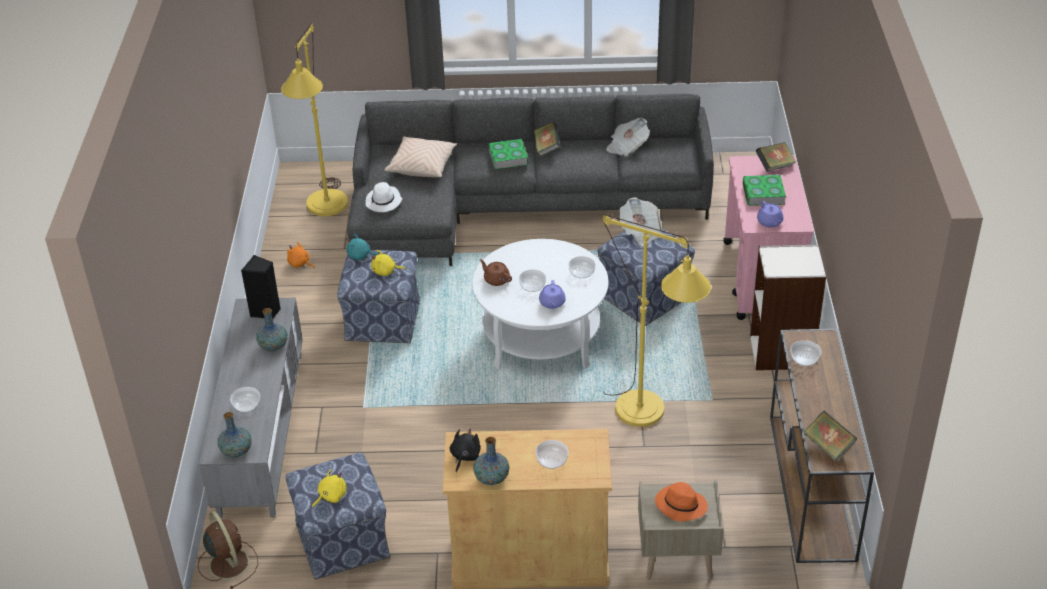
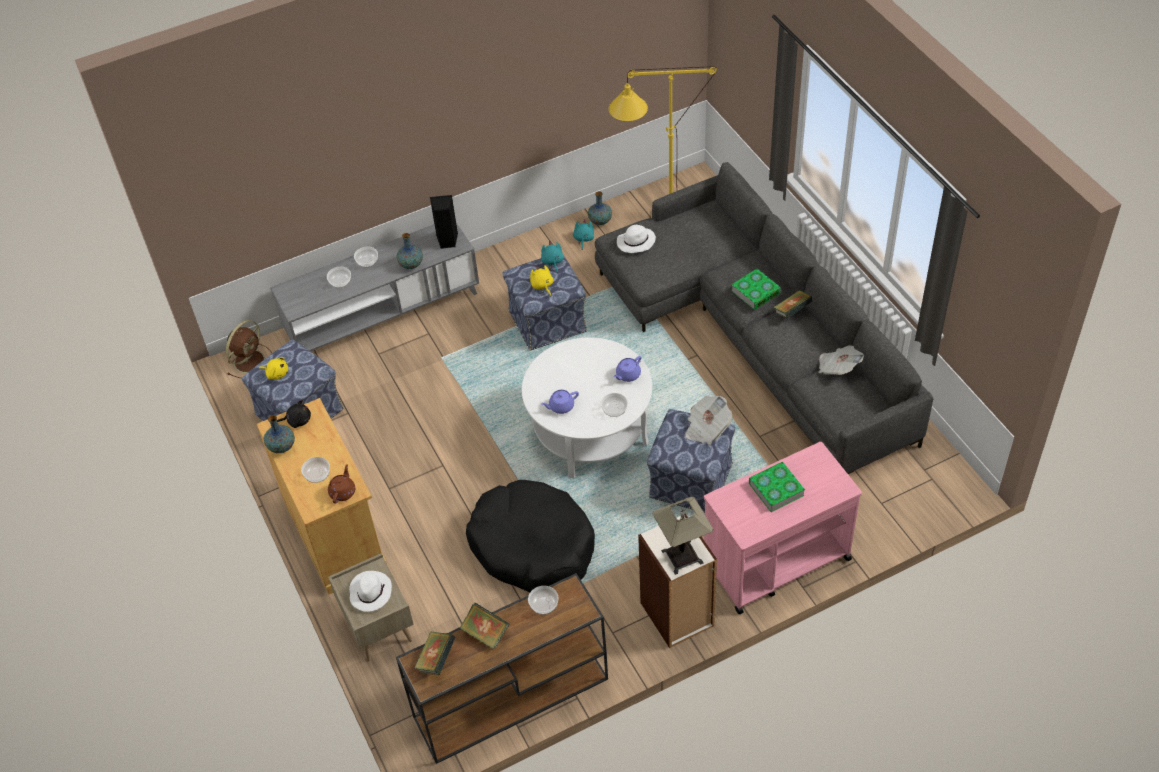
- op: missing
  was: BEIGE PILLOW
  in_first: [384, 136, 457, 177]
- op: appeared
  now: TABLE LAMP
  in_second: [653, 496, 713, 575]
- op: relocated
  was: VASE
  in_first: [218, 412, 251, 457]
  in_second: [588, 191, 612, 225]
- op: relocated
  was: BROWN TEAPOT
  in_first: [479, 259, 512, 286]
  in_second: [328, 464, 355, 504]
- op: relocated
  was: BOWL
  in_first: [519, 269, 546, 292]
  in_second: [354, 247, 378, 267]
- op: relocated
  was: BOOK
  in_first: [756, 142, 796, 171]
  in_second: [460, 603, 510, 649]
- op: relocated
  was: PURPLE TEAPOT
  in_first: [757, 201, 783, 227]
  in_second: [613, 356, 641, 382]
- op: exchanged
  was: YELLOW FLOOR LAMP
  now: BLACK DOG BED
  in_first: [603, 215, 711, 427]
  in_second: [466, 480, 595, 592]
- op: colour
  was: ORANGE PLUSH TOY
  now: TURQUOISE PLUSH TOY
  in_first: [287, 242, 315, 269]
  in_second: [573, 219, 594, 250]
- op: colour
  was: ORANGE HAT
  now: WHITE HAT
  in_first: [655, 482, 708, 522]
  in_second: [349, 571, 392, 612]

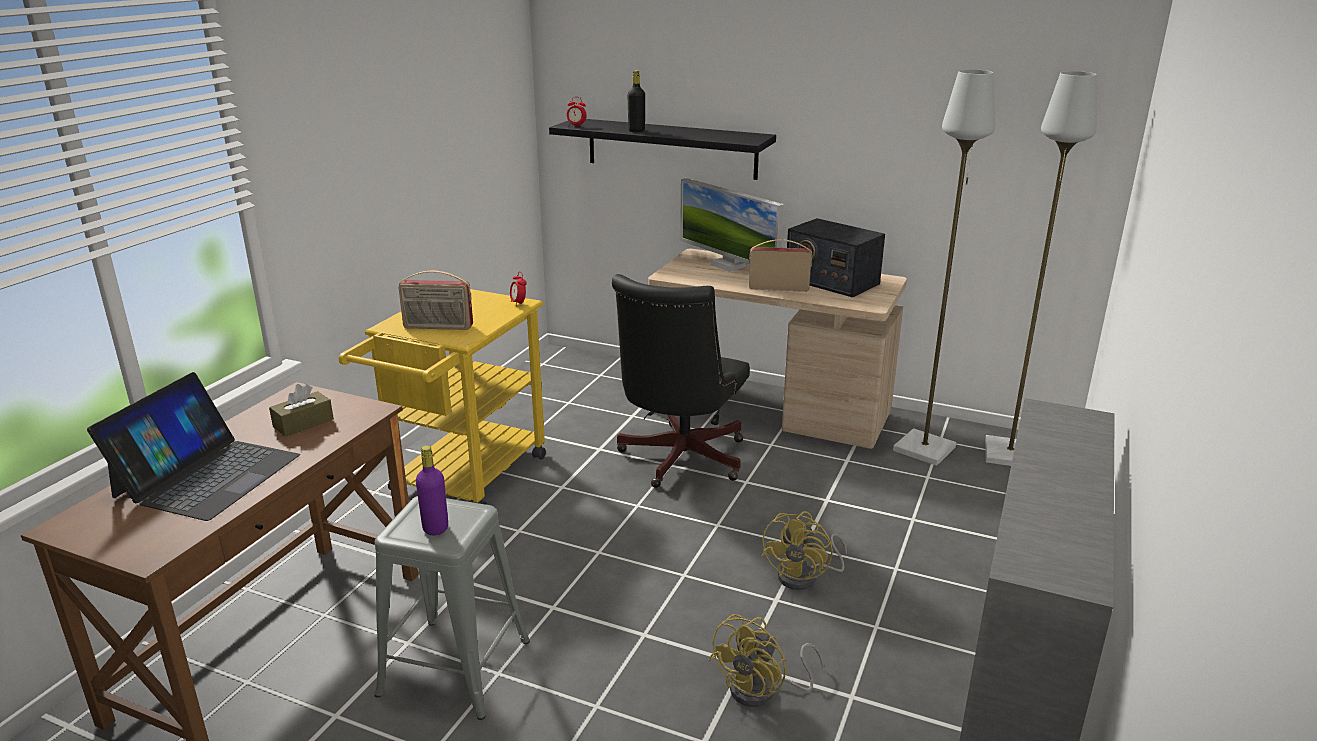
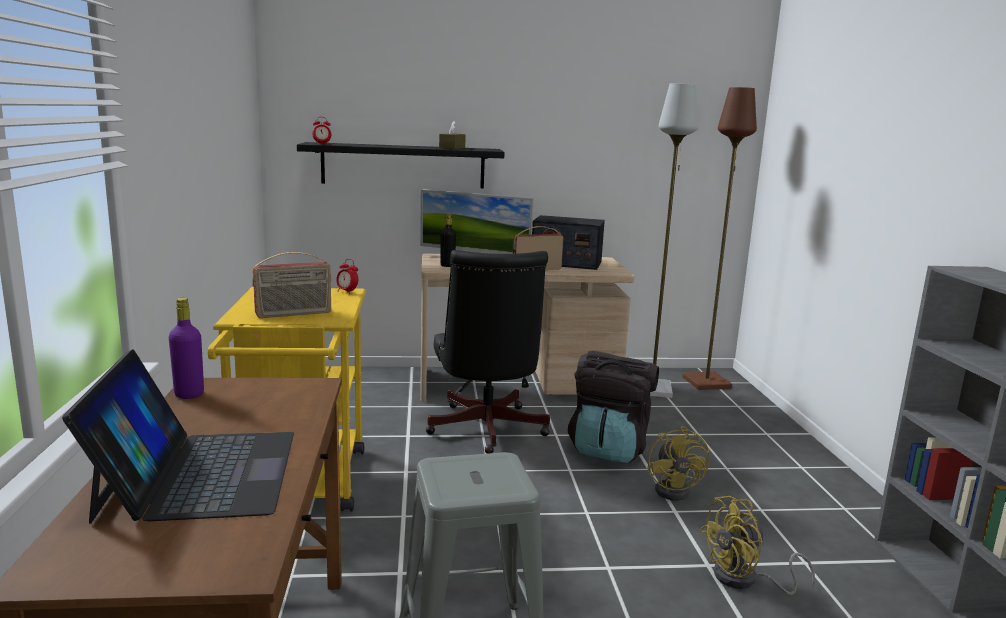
- op: appeared
  now: BLACK BACKPACK
  in_second: [568, 351, 659, 464]
- op: relocated
  was: BROWN TISSUE BOX
  in_first: [269, 384, 334, 436]
  in_second: [439, 121, 466, 149]
- op: relocated
  was: PURPLE BOTTLE
  in_first: [416, 445, 448, 535]
  in_second: [169, 298, 204, 399]
- op: relocated
  was: BLACK BOTTLE
  in_first: [627, 70, 645, 132]
  in_second: [441, 213, 456, 267]
- op: colour
  was: GREY FLOOR LAMP
  now: BROWN FLOOR LAMP
  in_first: [985, 71, 1097, 466]
  in_second: [682, 87, 757, 390]
- op: spun
  was: YELLOW FAN
  in_first: [709, 614, 824, 707]
  in_second: [699, 496, 815, 595]
  clockwise: 60

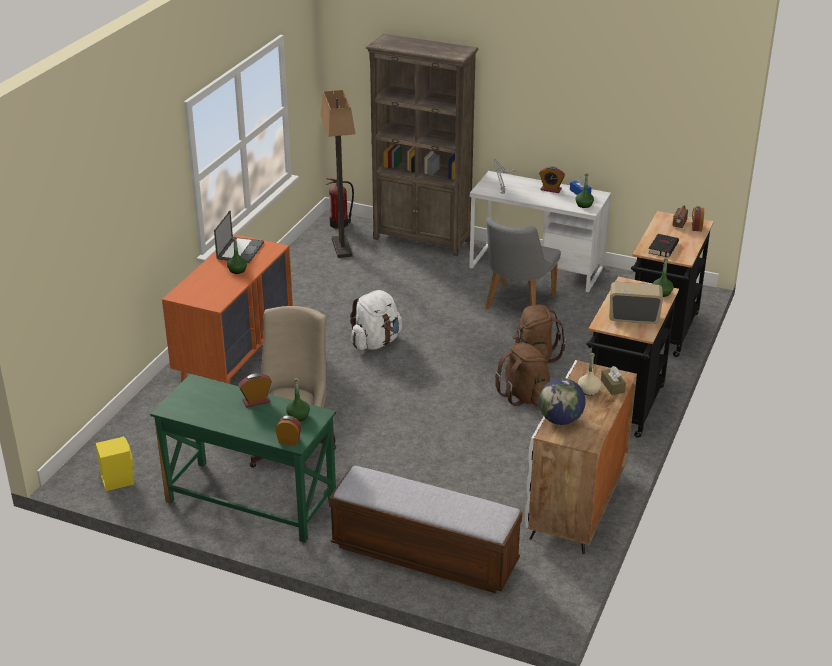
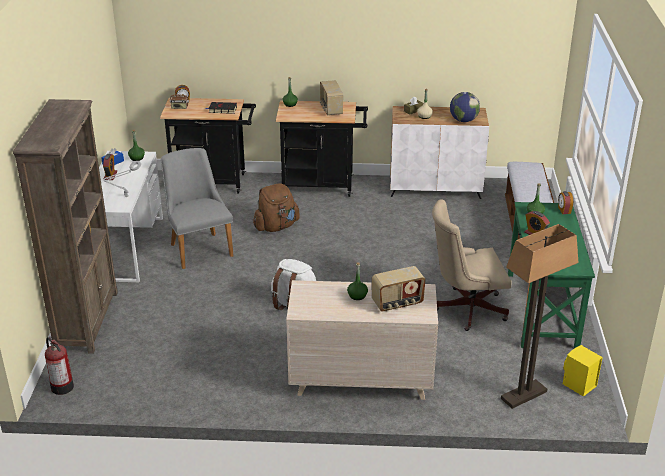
- op: missing
  was: LAPTOP
  in_first: [214, 210, 264, 263]
- op: missing
  was: BROWN BACKPACK
  in_first: [495, 343, 550, 407]
- op: appeared
  now: RADIO
  in_second: [372, 266, 426, 311]
- op: relocated
  was: FLOOR LAMP
  in_first: [320, 90, 355, 258]
  in_second: [501, 224, 579, 409]
- op: colour
  was: ORANGE DRESSER
  now: BEIGE DRESSER
  in_first: [162, 234, 293, 384]
  in_second: [286, 280, 438, 400]
- op: spun
  was: GREY CHAIR
  in_first: [486, 218, 561, 309]
  in_second: [161, 148, 233, 269]
  clockwise: -120

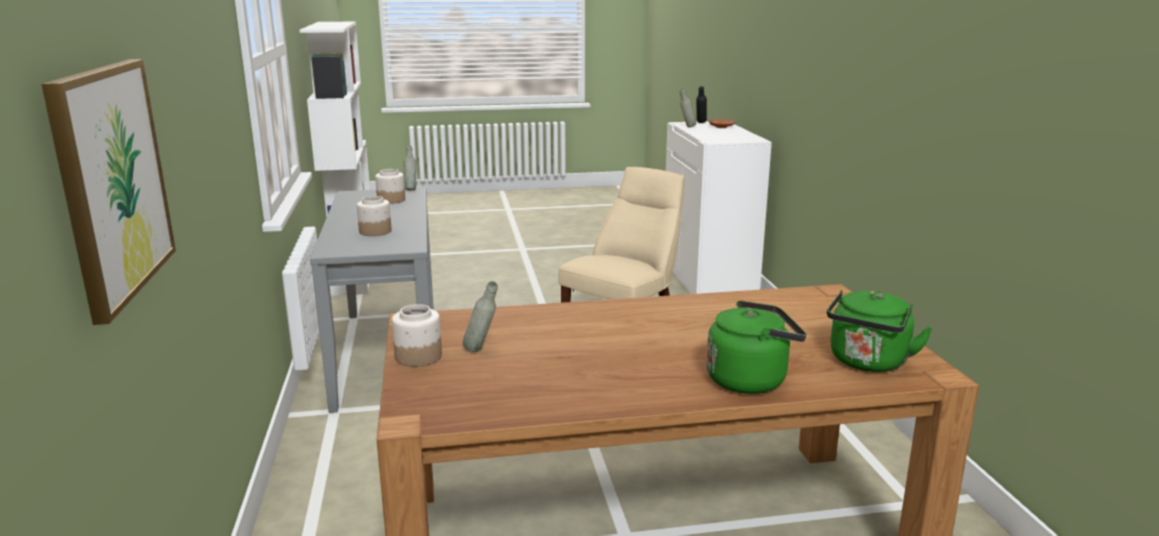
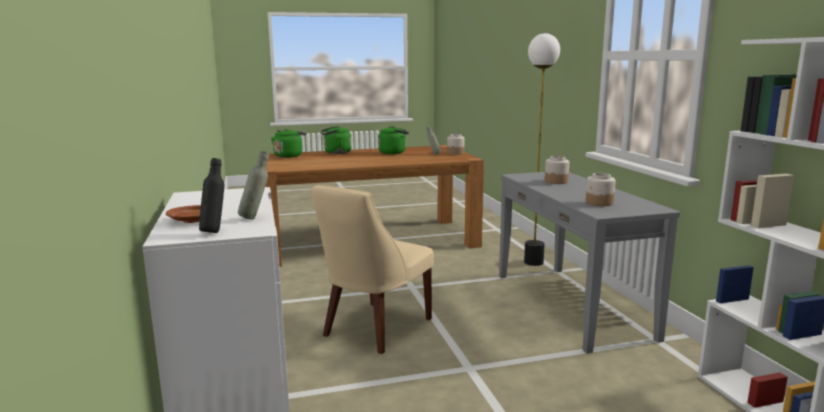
- op: missing
  was: PICTURE
  in_first: [41, 59, 176, 325]
- op: missing
  was: GREY BOTTLE
  in_first: [403, 146, 416, 191]
- op: appeared
  now: GREEN KETTLE
  in_second: [378, 126, 409, 154]
- op: appeared
  now: FLOOR LAMP
  in_second: [524, 33, 560, 266]

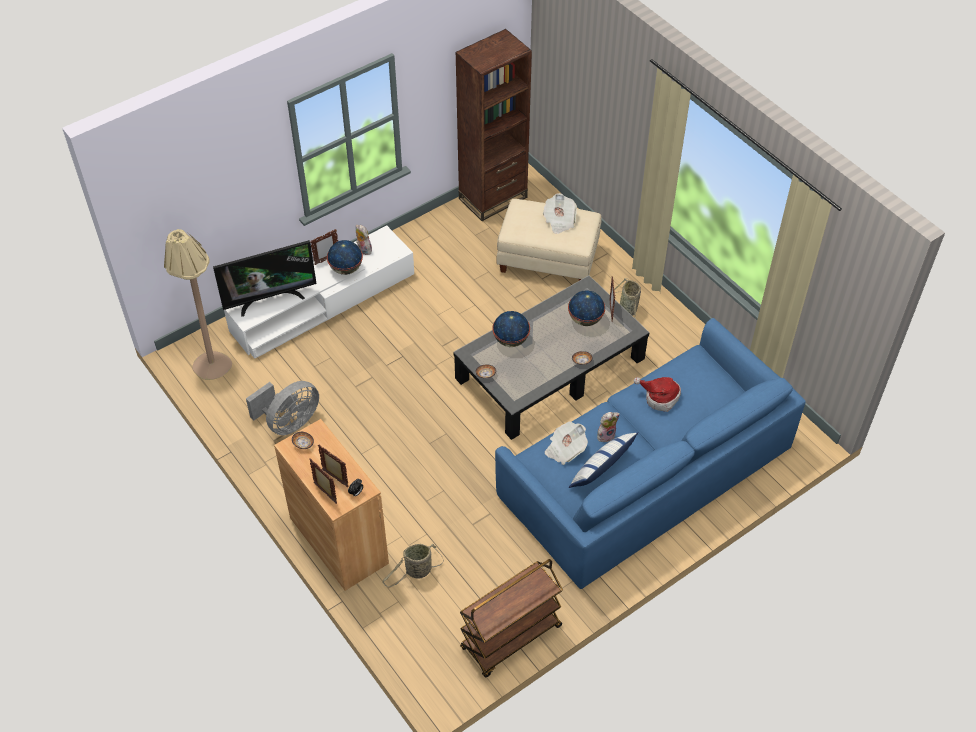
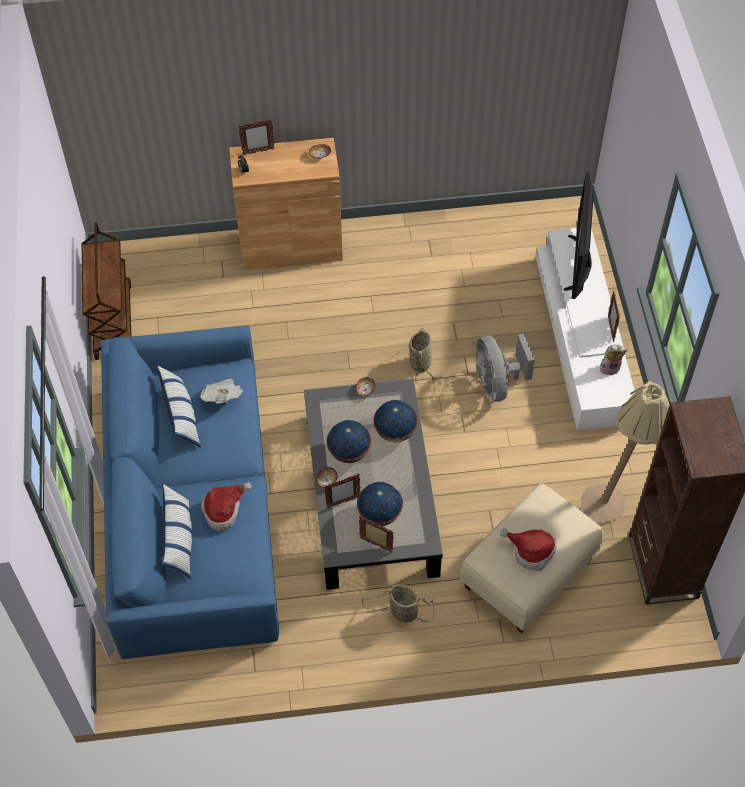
- op: missing
  was: PLUSH TOY
  in_first: [597, 412, 620, 442]
- op: appeared
  now: PILLOW
  in_second: [162, 483, 192, 579]
- op: relocated
  was: BEIGE FLOOR LAMP
  in_first: [164, 229, 232, 380]
  in_second: [581, 379, 670, 523]
- op: relocated
  was: GREY FAN
  in_first: [246, 381, 319, 435]
  in_second: [475, 334, 535, 402]
- op: relocated
  was: PICTURE FRAME
  in_first: [318, 445, 349, 487]
  in_second: [324, 474, 361, 508]
- op: relocated
  was: GLOBE
  in_first: [327, 240, 363, 275]
  in_second: [327, 420, 371, 463]
- op: relocated
  was: BASKET
  in_first: [382, 544, 444, 587]
  in_second: [409, 328, 436, 384]
- op: exchanged
  was: NEWSPAPER
  now: HAT
  in_first: [543, 193, 577, 234]
  in_second: [500, 528, 557, 571]

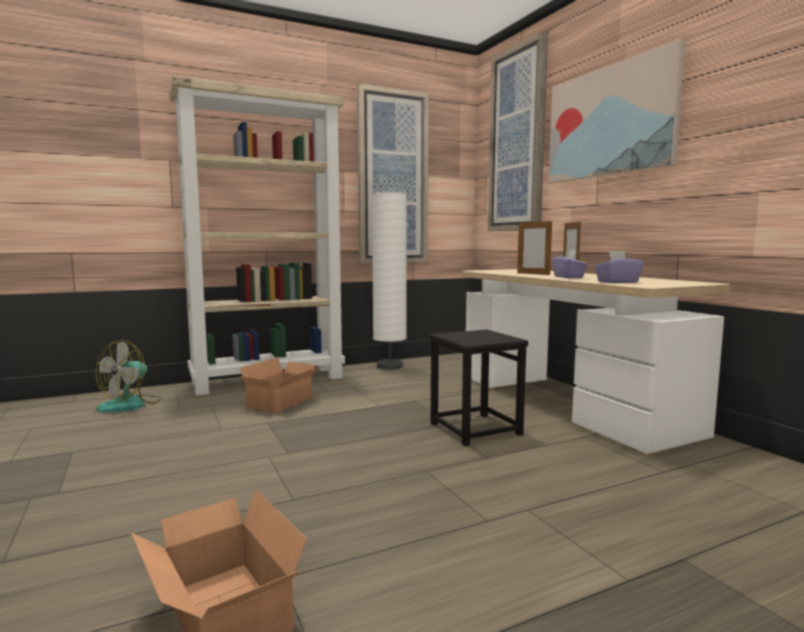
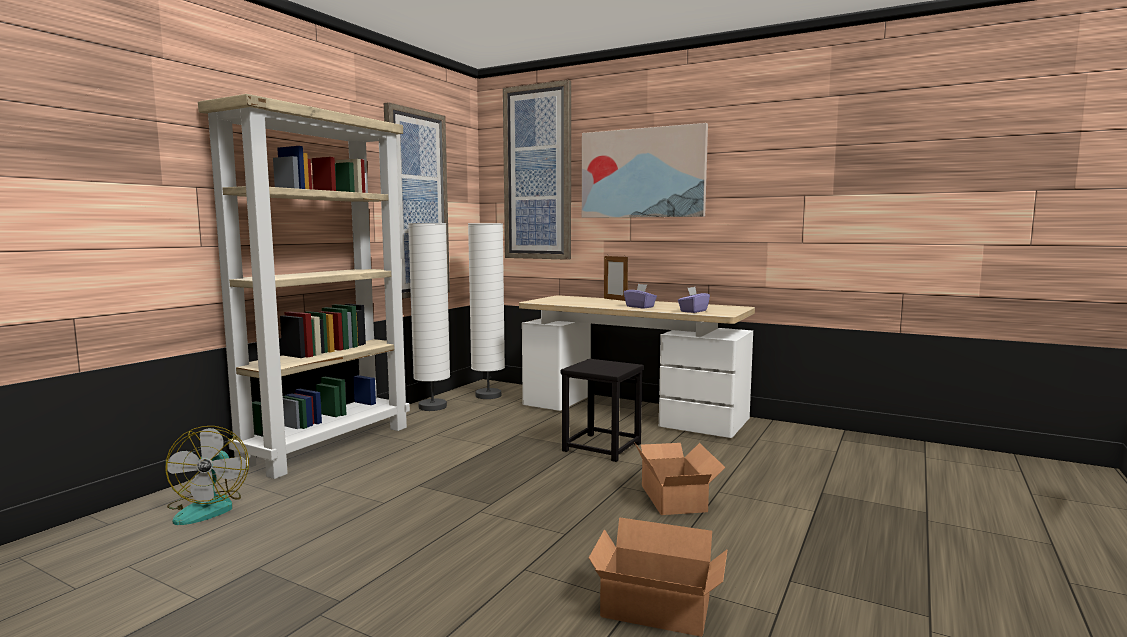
- op: missing
  was: PICTURE FRAME
  in_first: [517, 221, 552, 275]
- op: appeared
  now: WHITE FLOOR LAMP
  in_second: [468, 223, 505, 399]
- op: relocated
  was: CARDBOARD BOX
  in_first: [240, 357, 321, 413]
  in_second: [634, 442, 726, 515]

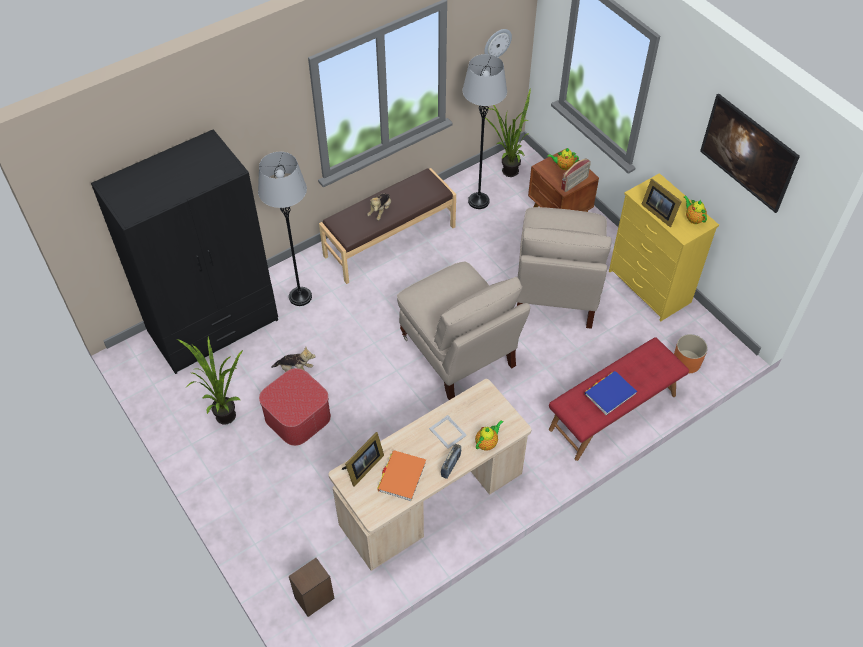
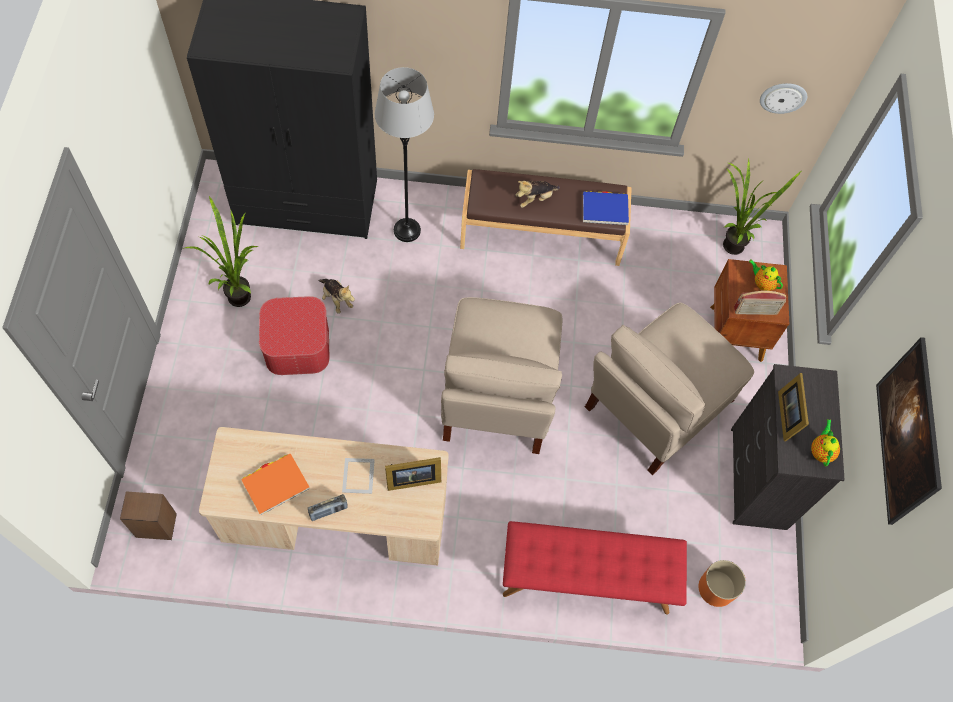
- op: missing
  was: GREY FLOOR LAMP
  in_first: [463, 54, 507, 209]
- op: missing
  was: TEAPOT
  in_first: [475, 420, 503, 451]
- op: relocated
  was: PICTURE FRAME
  in_first: [342, 432, 384, 486]
  in_second: [385, 457, 441, 491]
- op: relocated
  was: BLUE BOOK
  in_first: [585, 371, 637, 415]
  in_second: [583, 191, 629, 225]
- op: colour
  was: YELLOW DRESSER
  now: BLACK DRESSER
  in_first: [609, 173, 719, 321]
  in_second: [731, 364, 845, 530]

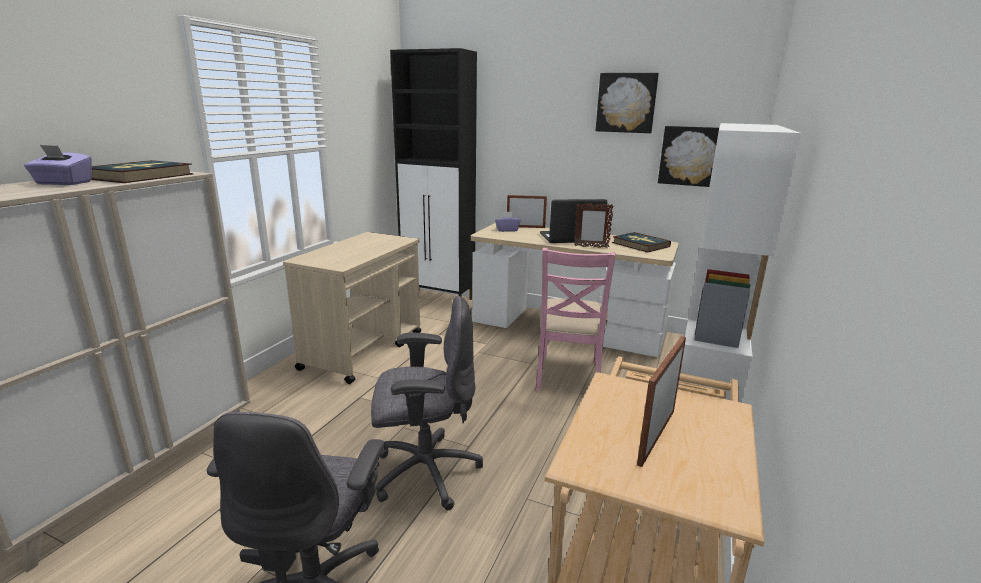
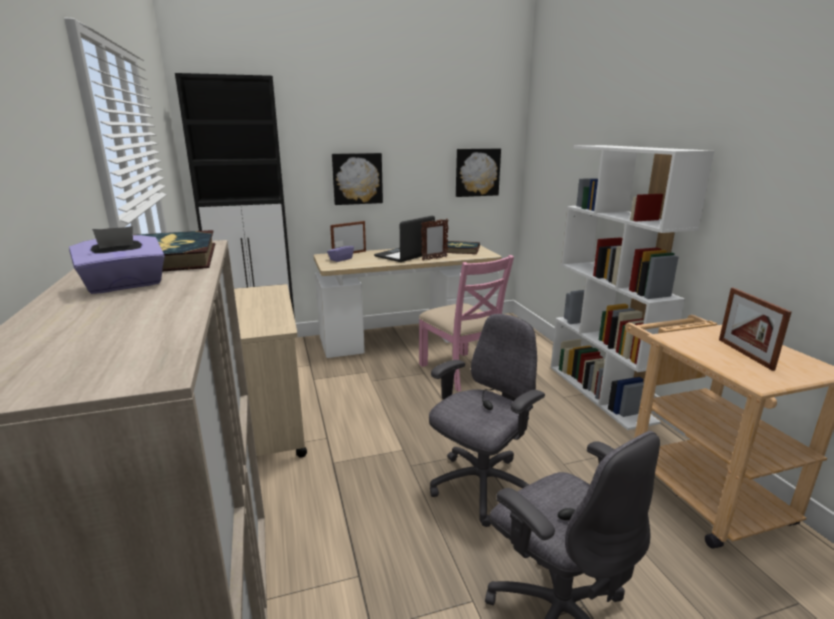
- op: relocated
  was: PICTURE
  in_first: [596, 73, 659, 133]
  in_second: [332, 153, 383, 205]

